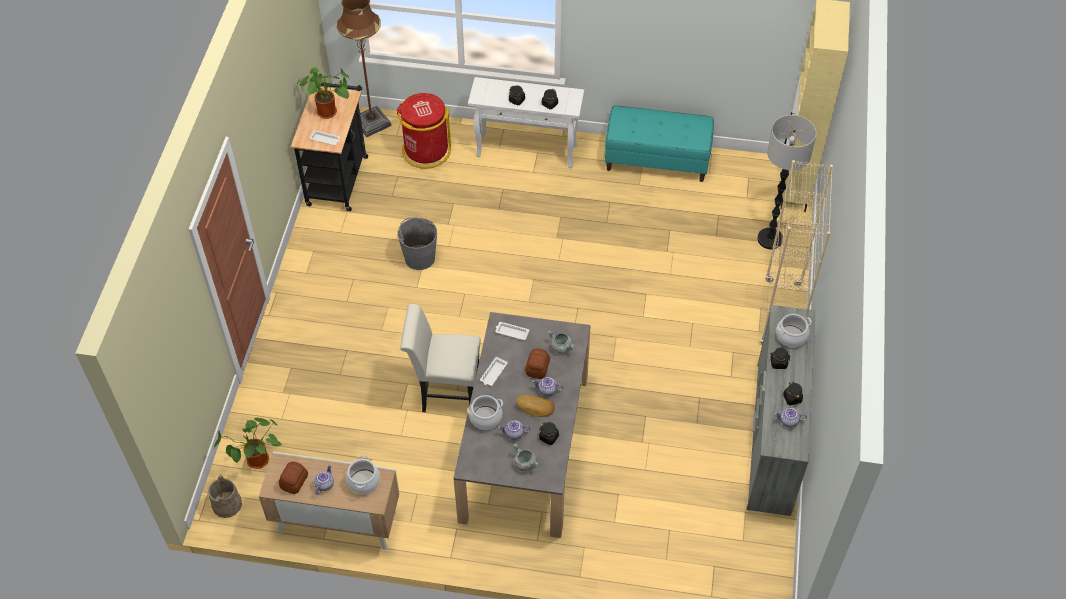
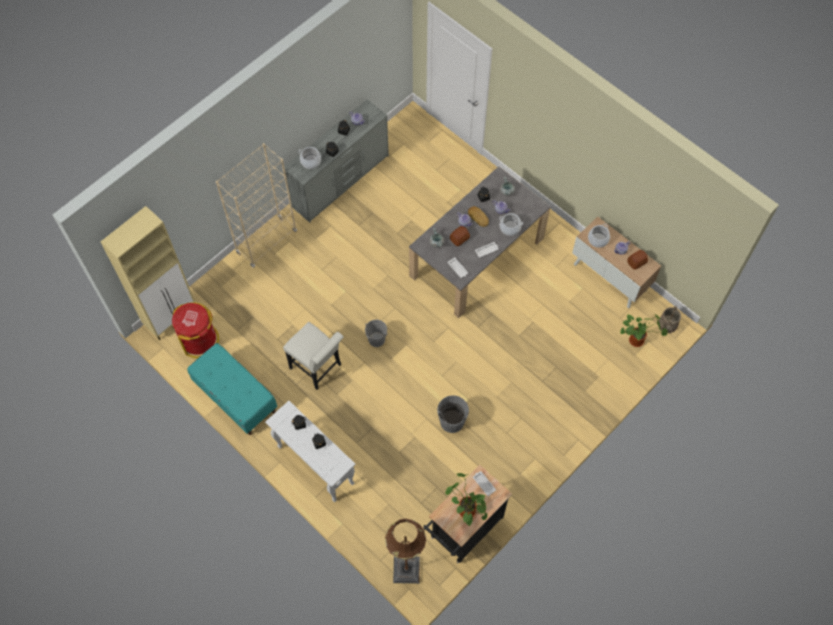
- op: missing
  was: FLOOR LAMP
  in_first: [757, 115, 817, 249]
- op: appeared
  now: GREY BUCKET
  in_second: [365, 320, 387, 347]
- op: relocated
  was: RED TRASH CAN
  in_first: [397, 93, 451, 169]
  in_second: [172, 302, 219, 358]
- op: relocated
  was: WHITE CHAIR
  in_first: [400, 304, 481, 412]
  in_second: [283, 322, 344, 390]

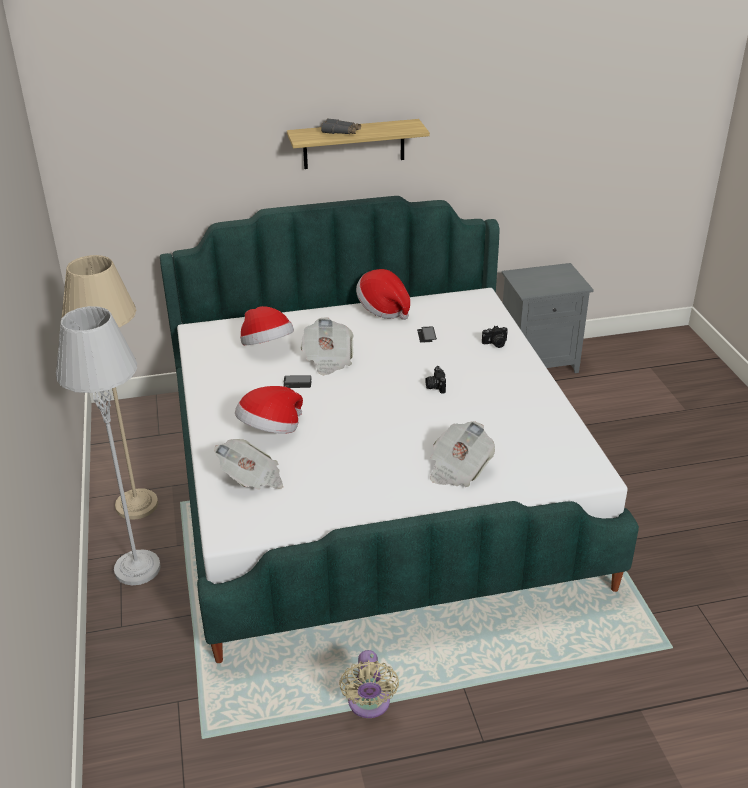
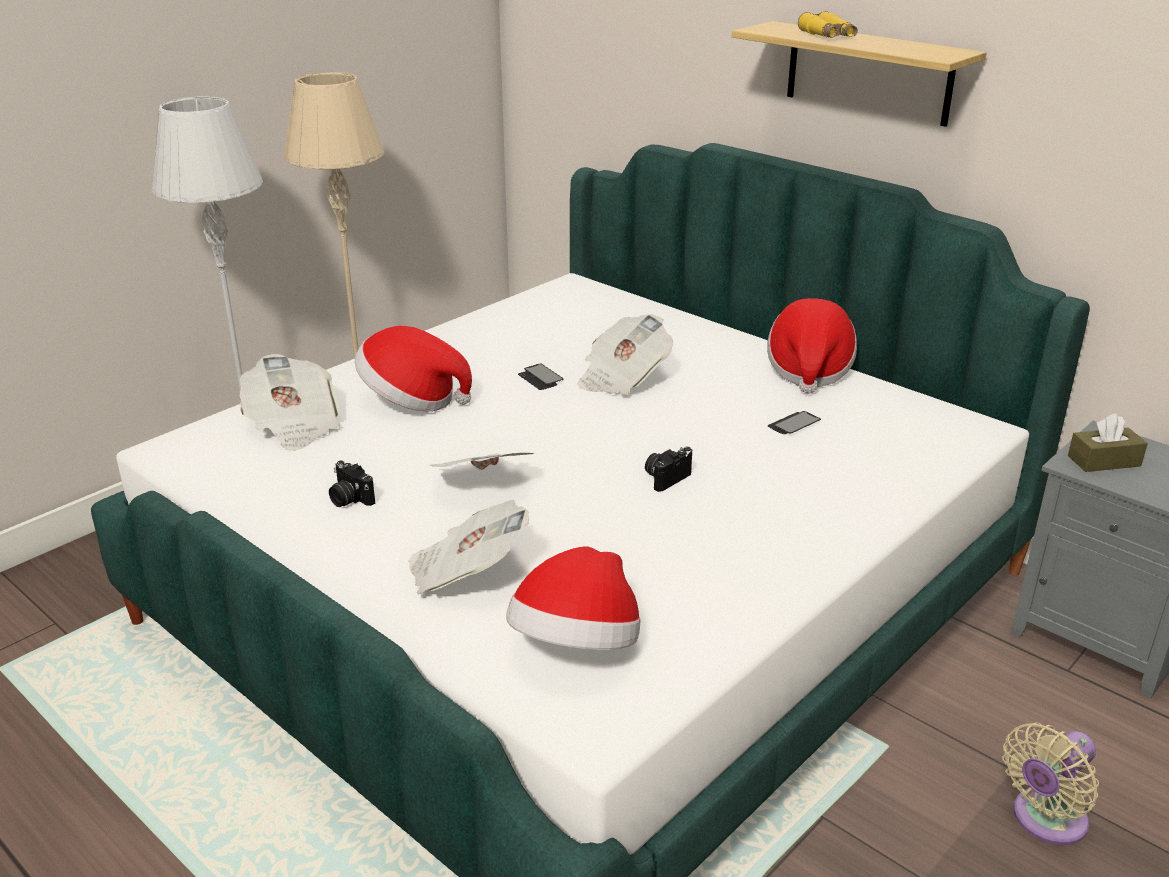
- op: appeared
  now: NEWSPAPER
  in_second: [429, 453, 534, 470]
- op: appeared
  now: BROWN TISSUE BOX
  in_second: [1068, 413, 1148, 472]
- op: relocated
  was: HAT
  in_first: [240, 306, 294, 345]
  in_second: [506, 546, 640, 650]
- op: relocated
  was: BEIGE FAN
  in_first: [339, 650, 399, 718]
  in_second: [1003, 722, 1099, 845]
- op: relocated
  was: PHOTO CAMERA
  in_first: [482, 326, 508, 348]
  in_second: [329, 460, 375, 507]
- op: colour
  was: GREY BINOCULARS
  now: YELLOW BINOCULARS
  in_first: [321, 118, 361, 134]
  in_second: [798, 11, 858, 38]

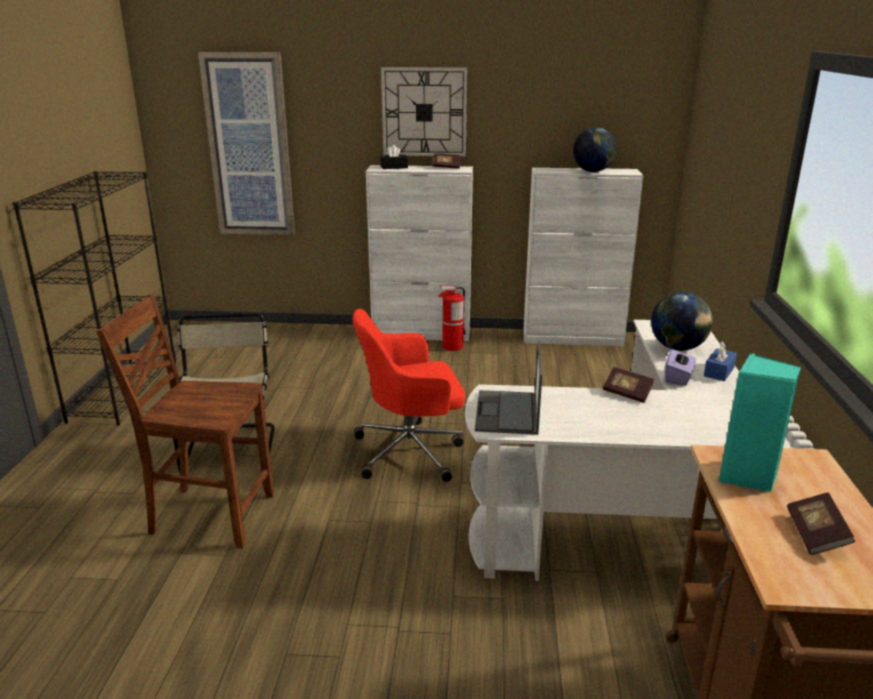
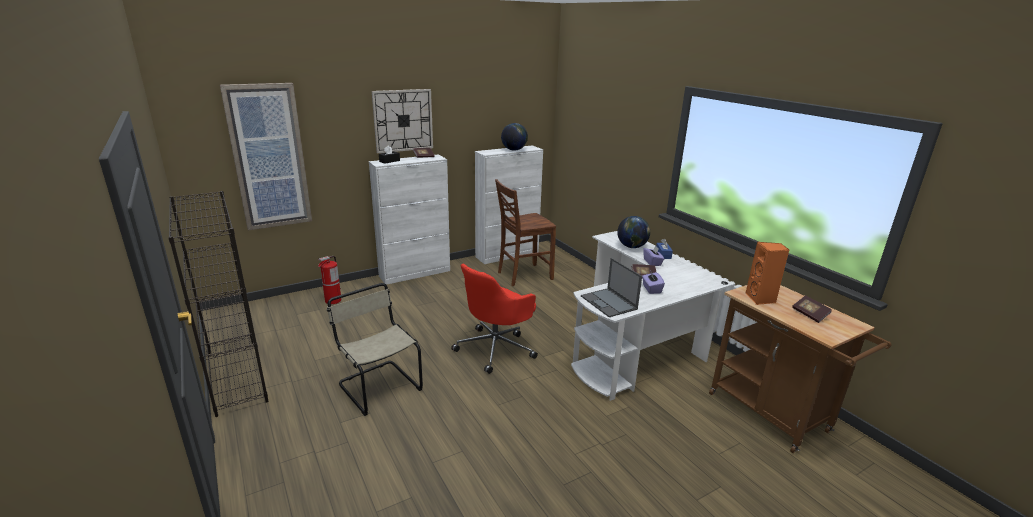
- op: appeared
  now: PURPLE TISSUE BOX
  in_second: [642, 270, 665, 294]
- op: relocated
  was: BROWN CHAIR
  in_first: [96, 294, 274, 548]
  in_second: [495, 179, 556, 286]
- op: relocated
  was: FIRE EXTINGUISHER
  in_first: [438, 286, 466, 351]
  in_second: [318, 256, 341, 304]
- op: colour
  was: TURQUOISE SPEAKER
  now: ORANGE SPEAKER
  in_first: [719, 353, 801, 492]
  in_second: [745, 242, 789, 305]

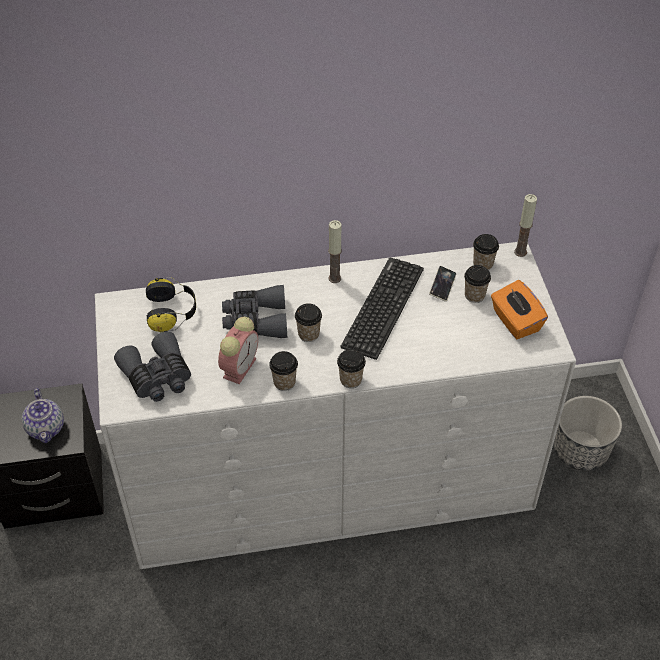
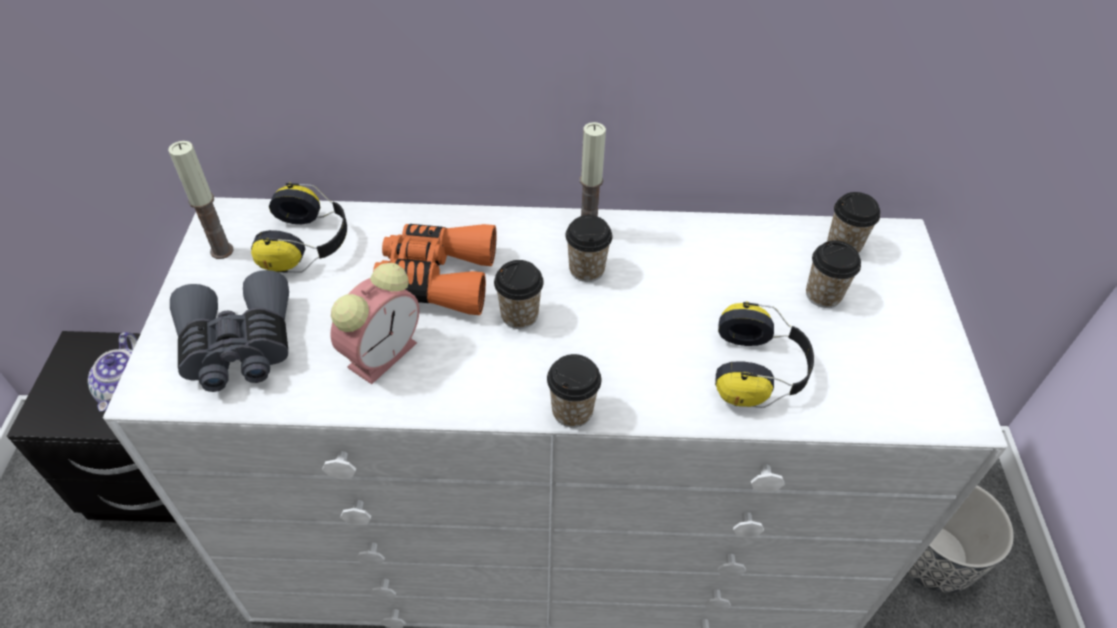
- op: missing
  was: KEYBOARD
  in_first: [340, 258, 424, 360]
- op: missing
  was: PHONE
  in_first: [429, 266, 456, 302]
- op: missing
  was: ORANGE TISSUE BOX
  in_first: [491, 280, 548, 339]
- op: appeared
  now: HEADPHONES
  in_second: [715, 301, 814, 408]
- op: relocated
  was: CUP
  in_first: [269, 351, 298, 391]
  in_second: [566, 215, 612, 282]
- op: relocated
  was: CANDLE
  in_first: [514, 194, 537, 257]
  in_second: [168, 141, 234, 259]
- op: colour
  was: GREY BINOCULARS
  now: ORANGE BINOCULARS
  in_first: [222, 285, 287, 338]
  in_second: [373, 224, 497, 315]

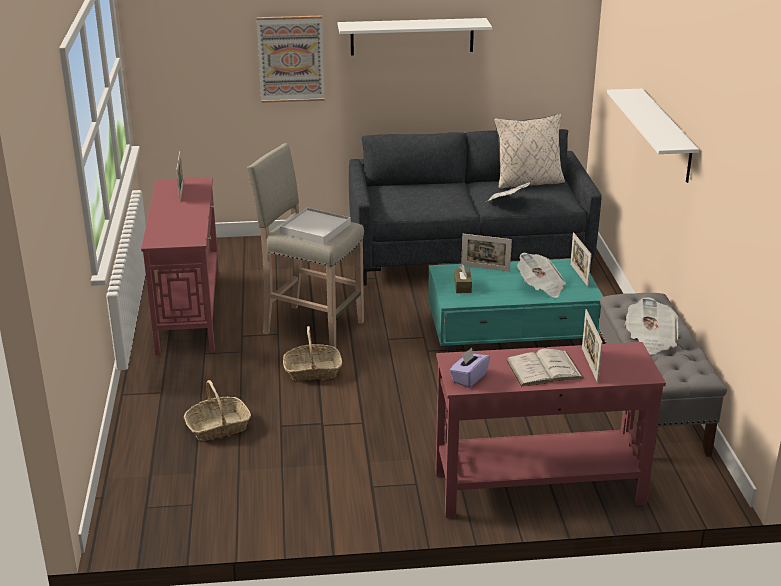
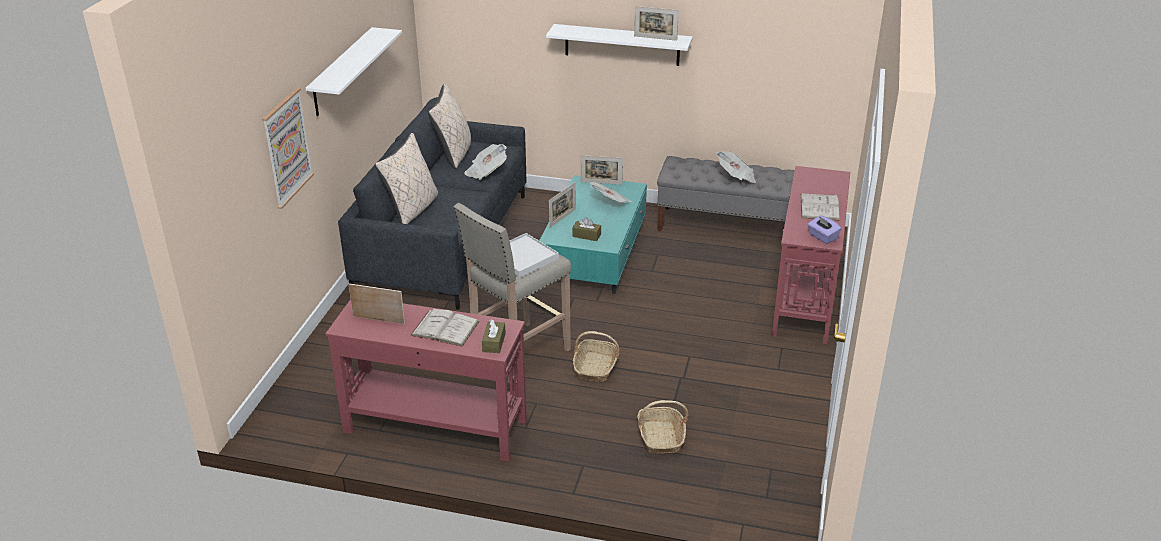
- op: appeared
  now: BEIGE PILLOW
  in_second: [375, 133, 438, 224]
- op: appeared
  now: WHITE BOOK
  in_second: [410, 309, 480, 347]
- op: appeared
  now: BROWN TISSUE BOX
  in_second: [482, 319, 506, 353]
- op: relocated
  was: PICTURE FRAME
  in_first: [582, 309, 603, 383]
  in_second: [634, 6, 679, 41]

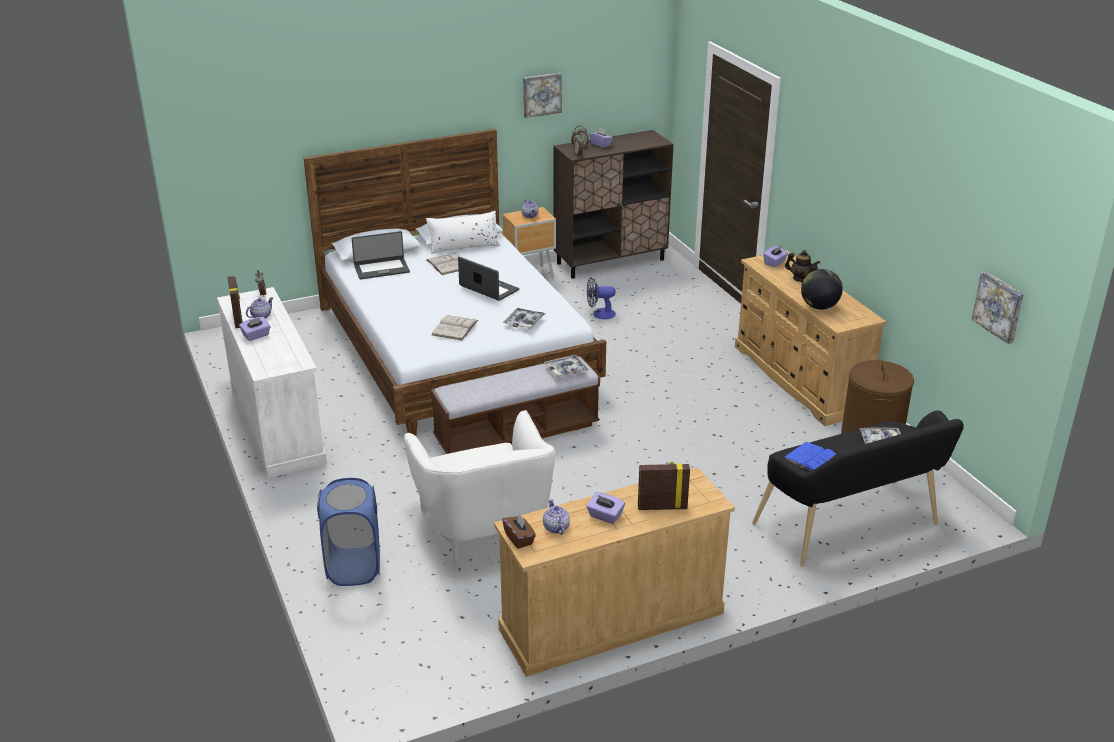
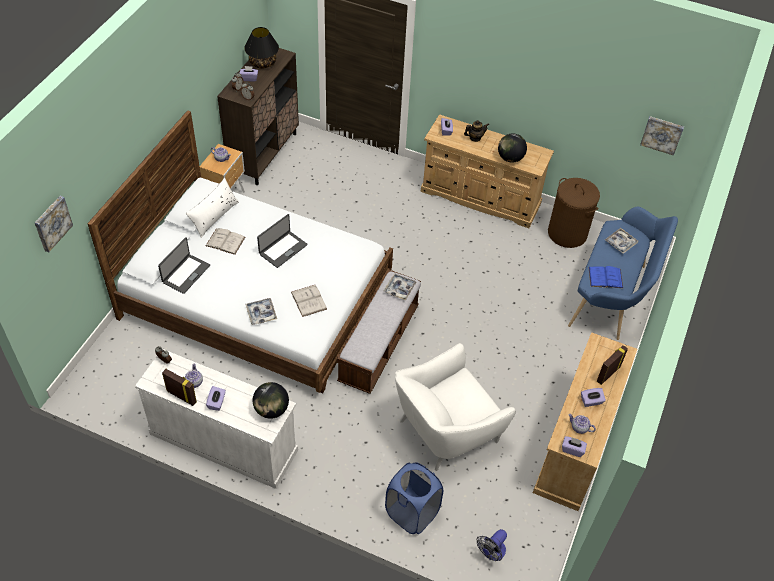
- op: appeared
  now: BLACK TABLE LAMP
  in_second: [244, 27, 279, 69]
- op: appeared
  now: GLOBE
  in_second: [253, 382, 289, 419]
- op: relocated
  was: TRAY
  in_first: [503, 308, 545, 329]
  in_second: [245, 298, 277, 325]
- op: relocated
  was: PICTURE
  in_first: [523, 73, 562, 118]
  in_second: [35, 196, 73, 252]
- op: relocated
  was: FAN
  in_first: [587, 278, 616, 319]
  in_second: [477, 529, 507, 561]
- op: colour
  was: BROWN TISSUE BOX
  now: PURPLE TISSUE BOX
  in_first: [502, 513, 536, 549]
  in_second: [562, 436, 587, 457]
- op: colour
  was: BLACK BENCH
  now: BLUE BENCH
  in_first: [752, 410, 964, 567]
  in_second: [568, 207, 678, 340]
- op: spun
  was: WHITE ARMCHAIR
  in_first: [404, 410, 556, 568]
  in_second: [395, 343, 516, 471]
  clockwise: 120
- op: spun
  was: LAPTOP
  in_first: [458, 257, 519, 301]
  in_second: [257, 214, 308, 268]
  clockwise: 135

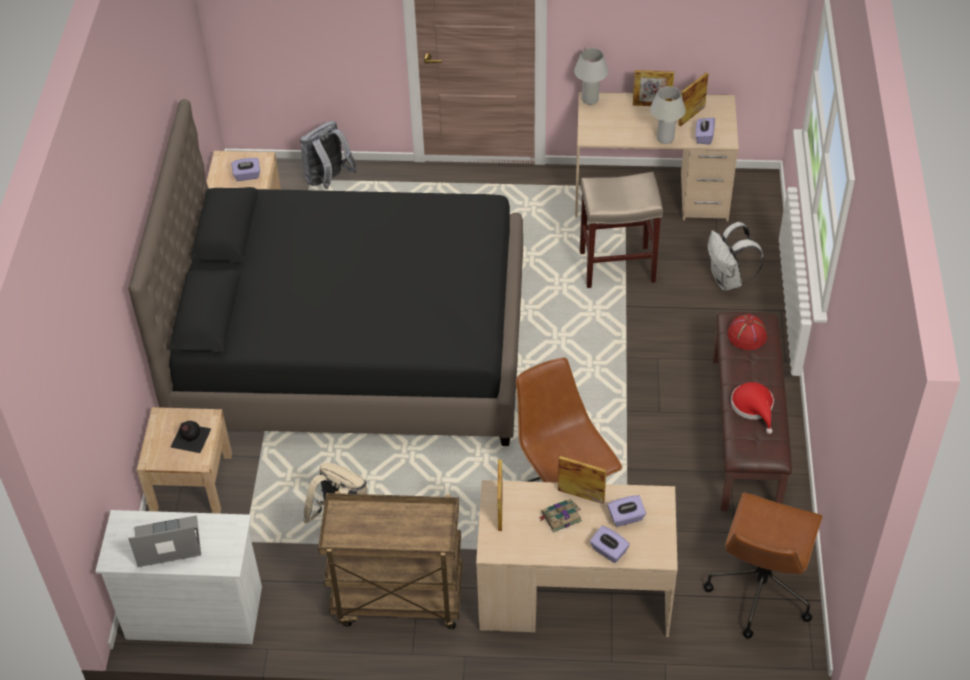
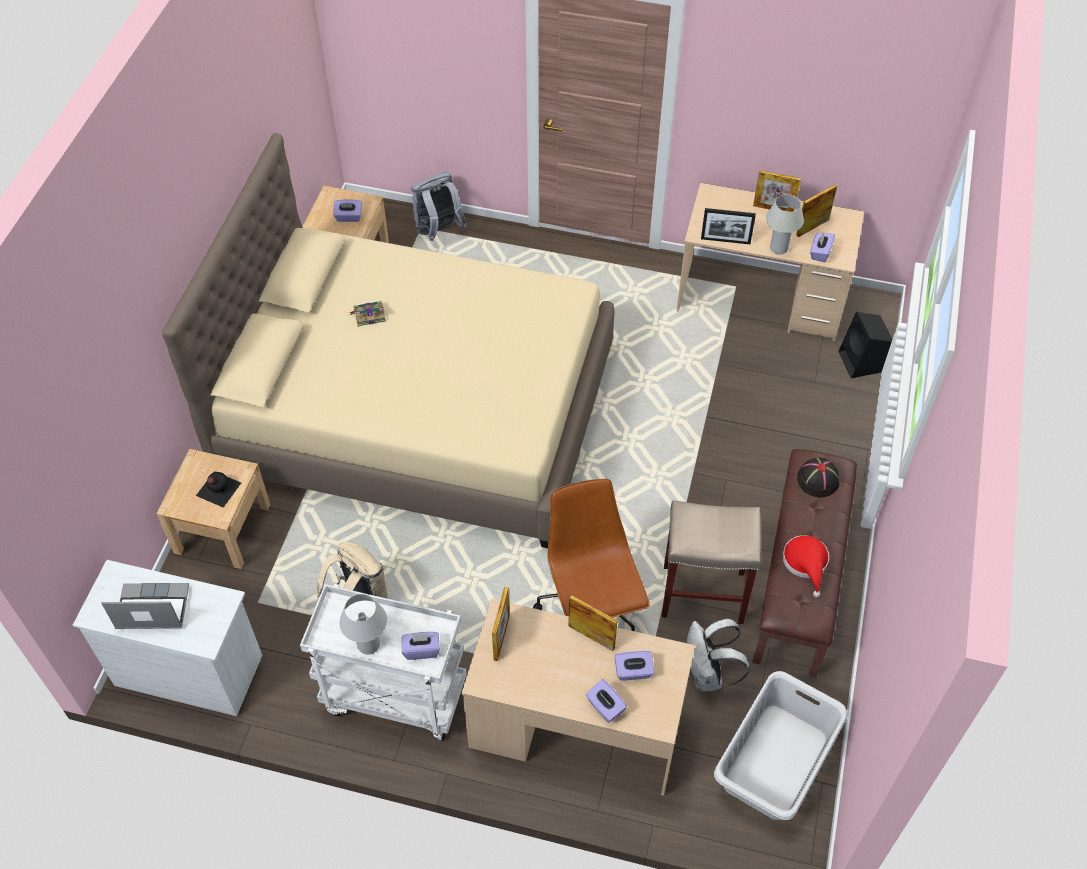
- op: appeared
  now: PURPLE TISSUE BOX
  in_second: [402, 632, 440, 660]
- op: appeared
  now: PICTURE FRAME
  in_second: [701, 208, 756, 244]
- op: appeared
  now: BLACK SPEAKER
  in_second: [838, 312, 892, 378]
- op: relocated
  was: BOOK
  in_first: [539, 499, 582, 533]
  in_second: [349, 301, 386, 327]
- op: relocated
  was: WHITE TABLE LAMP
  in_first: [574, 48, 609, 105]
  in_second: [340, 594, 387, 654]
- op: relocated
  was: BEIGE STOOL
  in_first: [580, 172, 663, 288]
  in_second: [662, 500, 761, 624]
- op: relocated
  was: WHITE BACKPACK
  in_first: [708, 222, 764, 290]
  in_second: [687, 618, 750, 691]
- op: exchanged
  was: BROWN OFFICE CHAIR
  now: GREY LAUNDRY BASKET
  in_first: [704, 493, 823, 639]
  in_second: [714, 671, 848, 820]
- op: colour
  was: BLACK BED
  now: BEIGE BED
  in_first: [129, 99, 523, 446]
  in_second: [162, 133, 614, 548]
- op: colour
  was: BROWN CART
  now: WHITE CART
  in_first: [318, 491, 463, 629]
  in_second: [300, 584, 467, 741]
- op: colour
  was: RED HAT
  now: BLACK HAT
  in_first: [727, 314, 767, 350]
  in_second: [797, 457, 840, 498]

